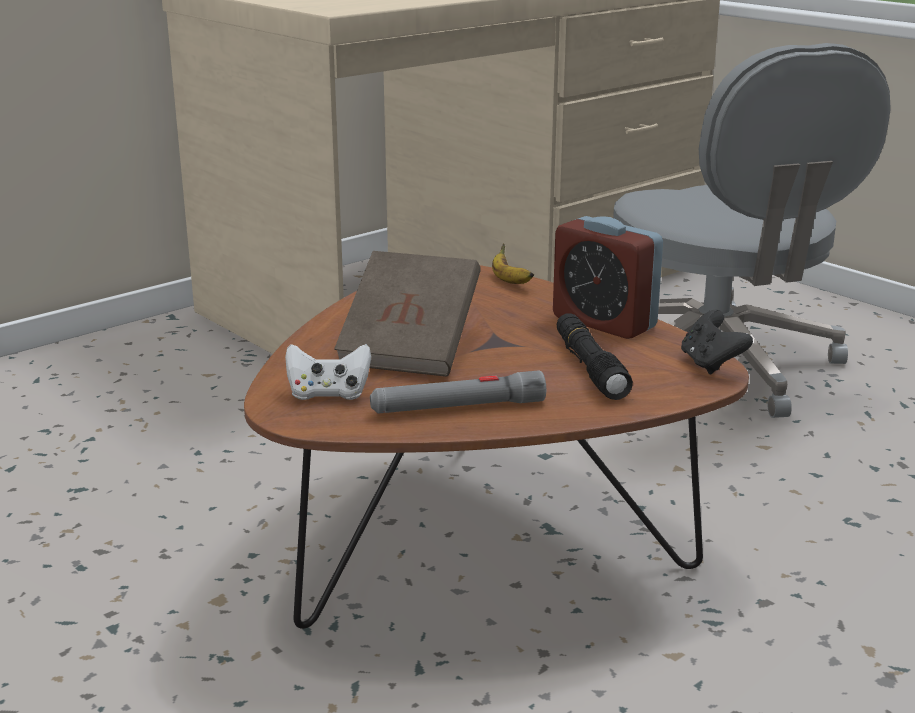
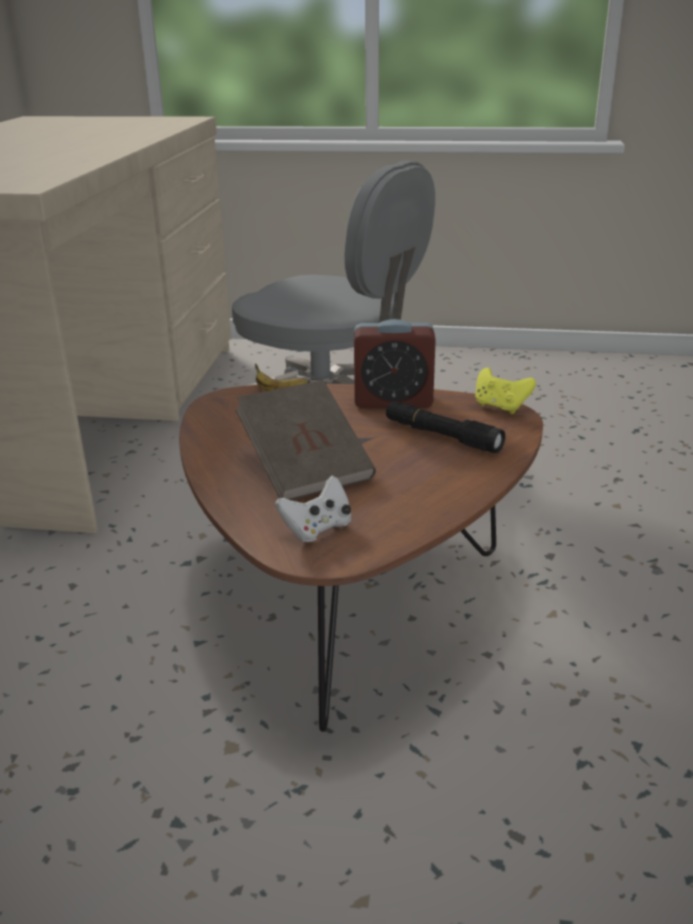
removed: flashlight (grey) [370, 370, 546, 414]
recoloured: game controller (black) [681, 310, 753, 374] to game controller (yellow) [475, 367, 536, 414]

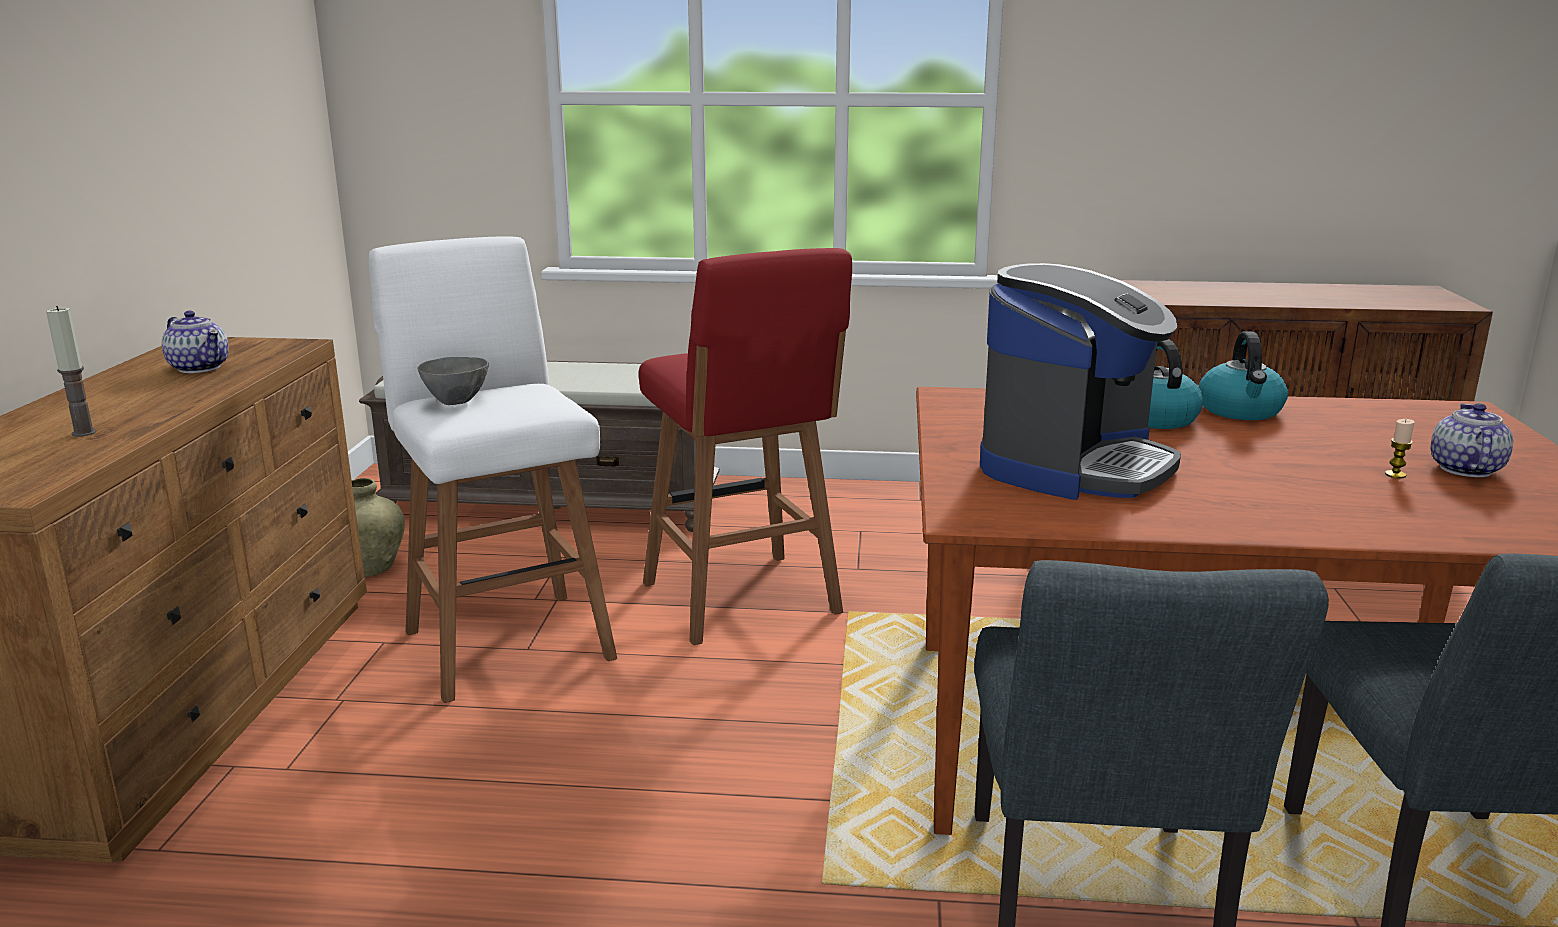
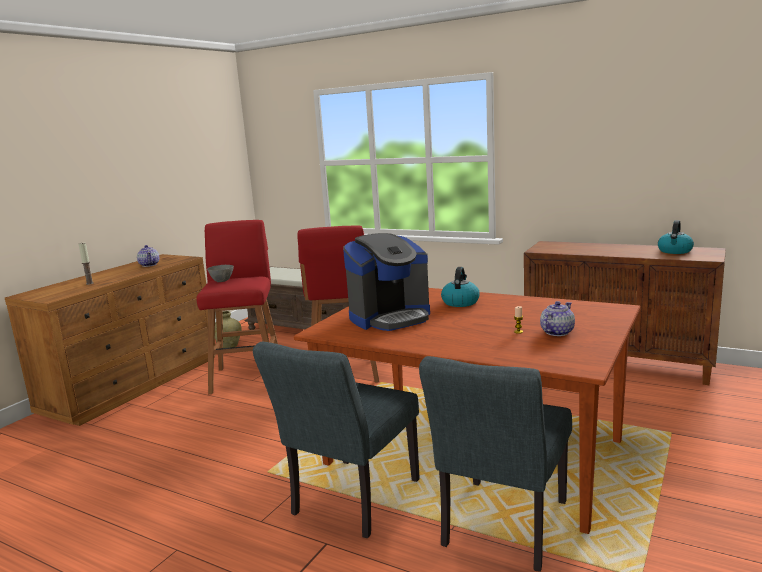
moved: kettle [1198, 331, 1288, 420] to [658, 220, 694, 254]
recoloured: stool (white) [369, 236, 617, 703] to stool (red) [196, 220, 278, 394]

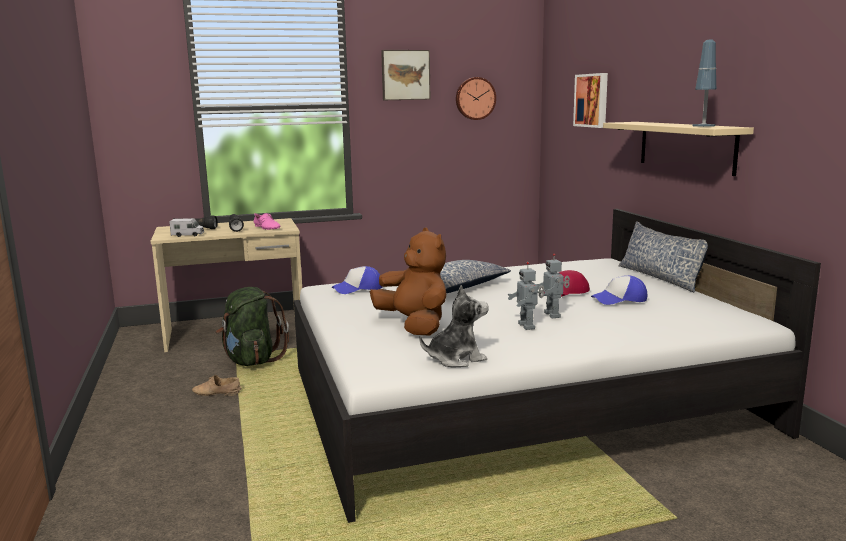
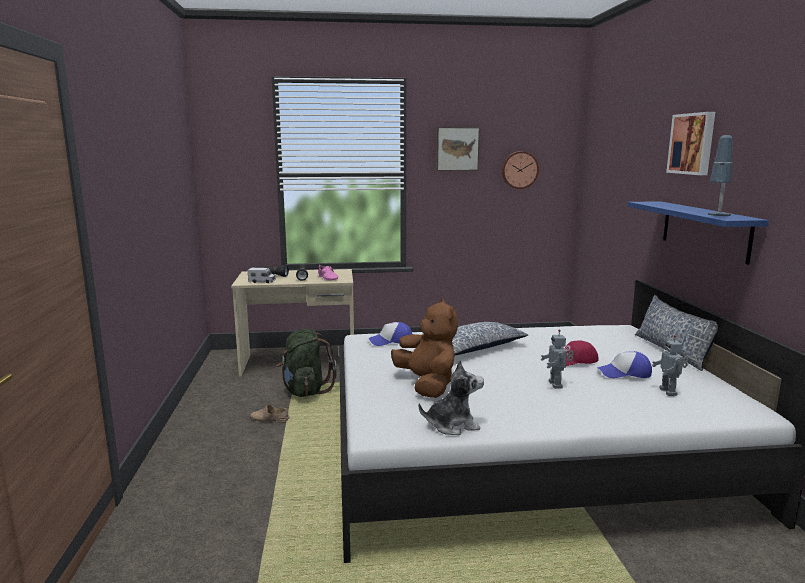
moved: picture [573, 73, 608, 128] to [666, 112, 715, 175]; toy robot [508, 262, 544, 330] to [652, 335, 688, 396]
recoloured: shelf (beige) [603, 122, 754, 176] to shelf (blue) [628, 201, 769, 265]

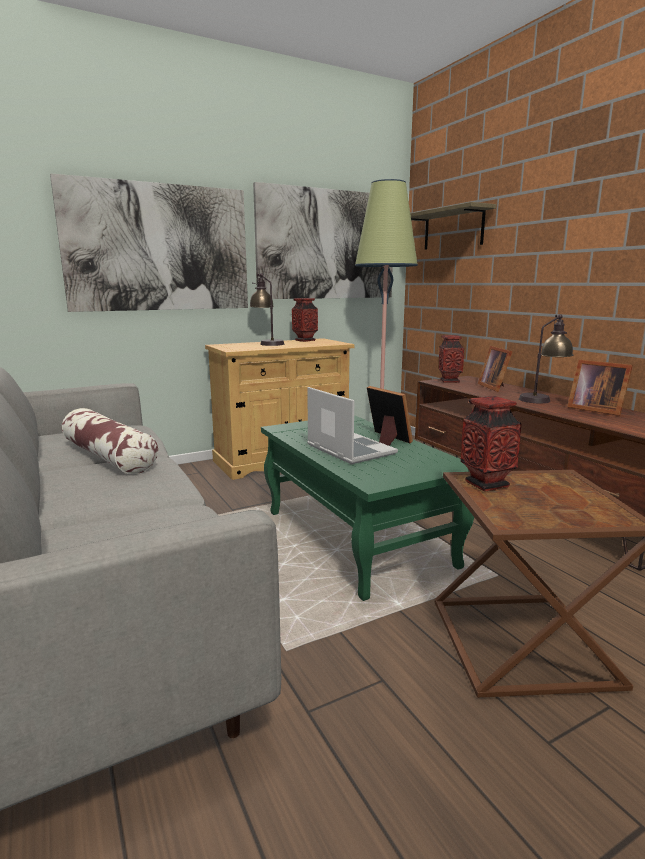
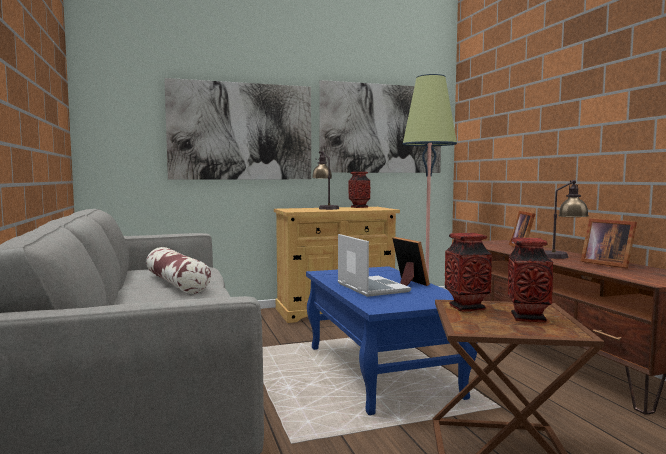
removed: shelf [410, 202, 496, 250]
moved: vase [439, 335, 464, 383] to [508, 237, 553, 322]
recoloured: coffee table (green) [261, 415, 474, 601] to coffee table (blue) [306, 266, 477, 415]

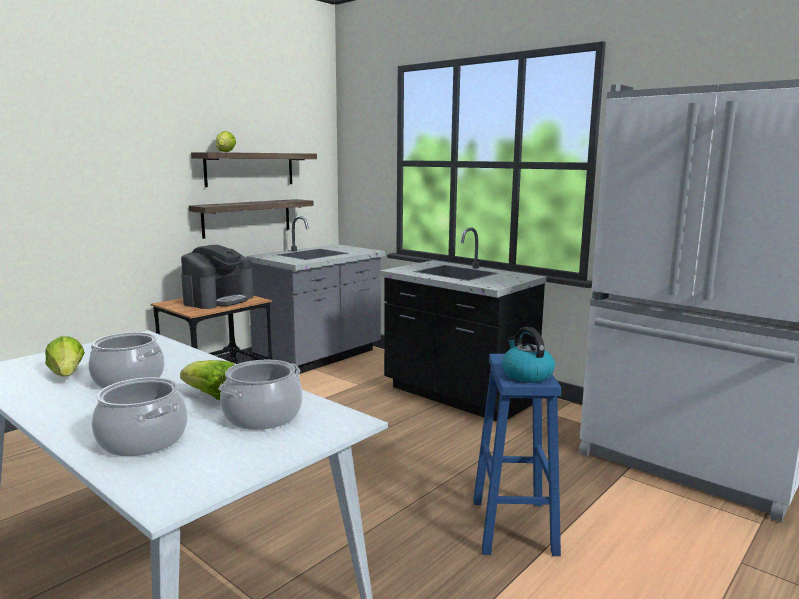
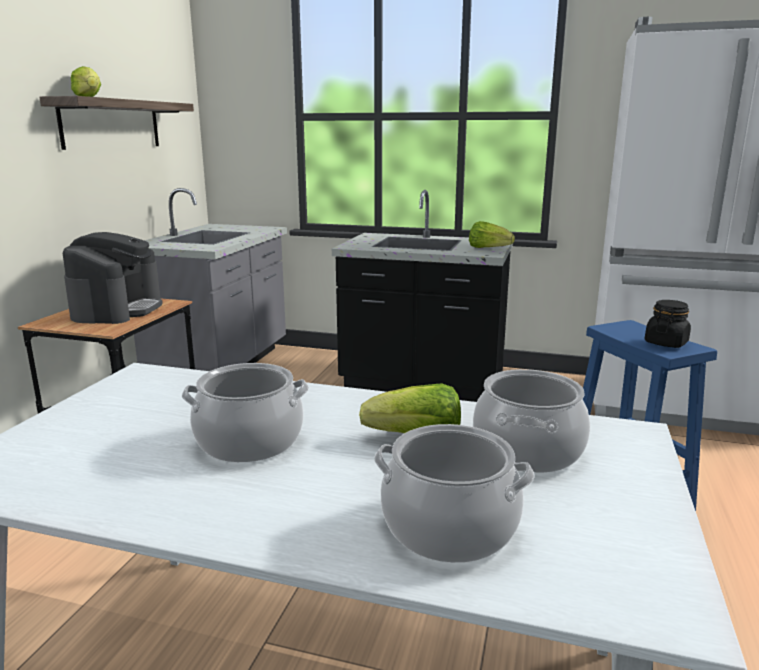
removed: shelf [189, 199, 314, 239]
moved: lettuce [45, 336, 85, 377] to [469, 221, 515, 248]
replaced: kettle [502, 327, 555, 383] to jar (black) [645, 300, 691, 348]

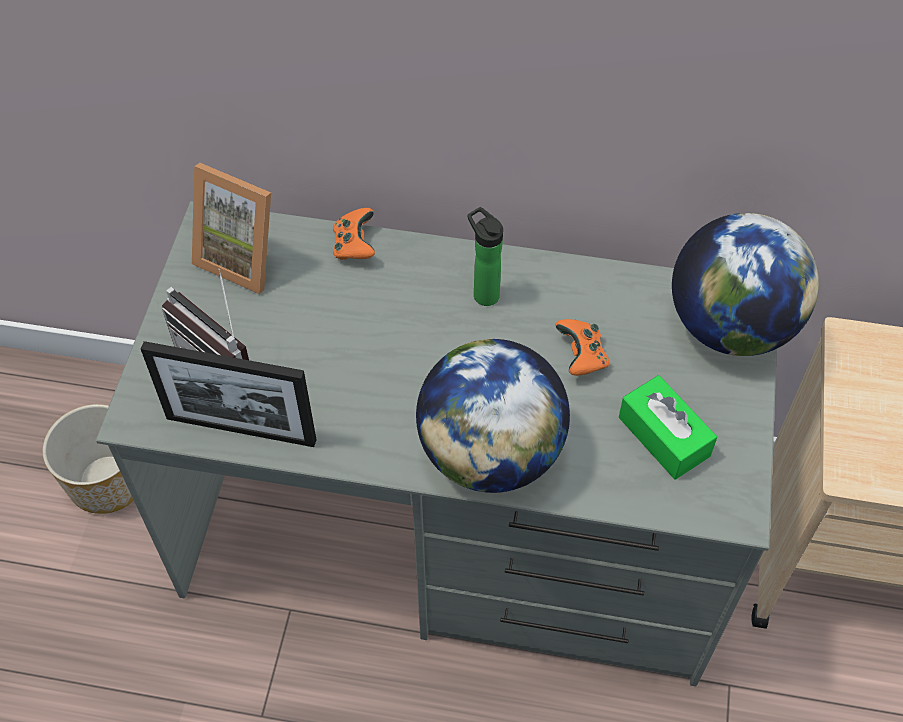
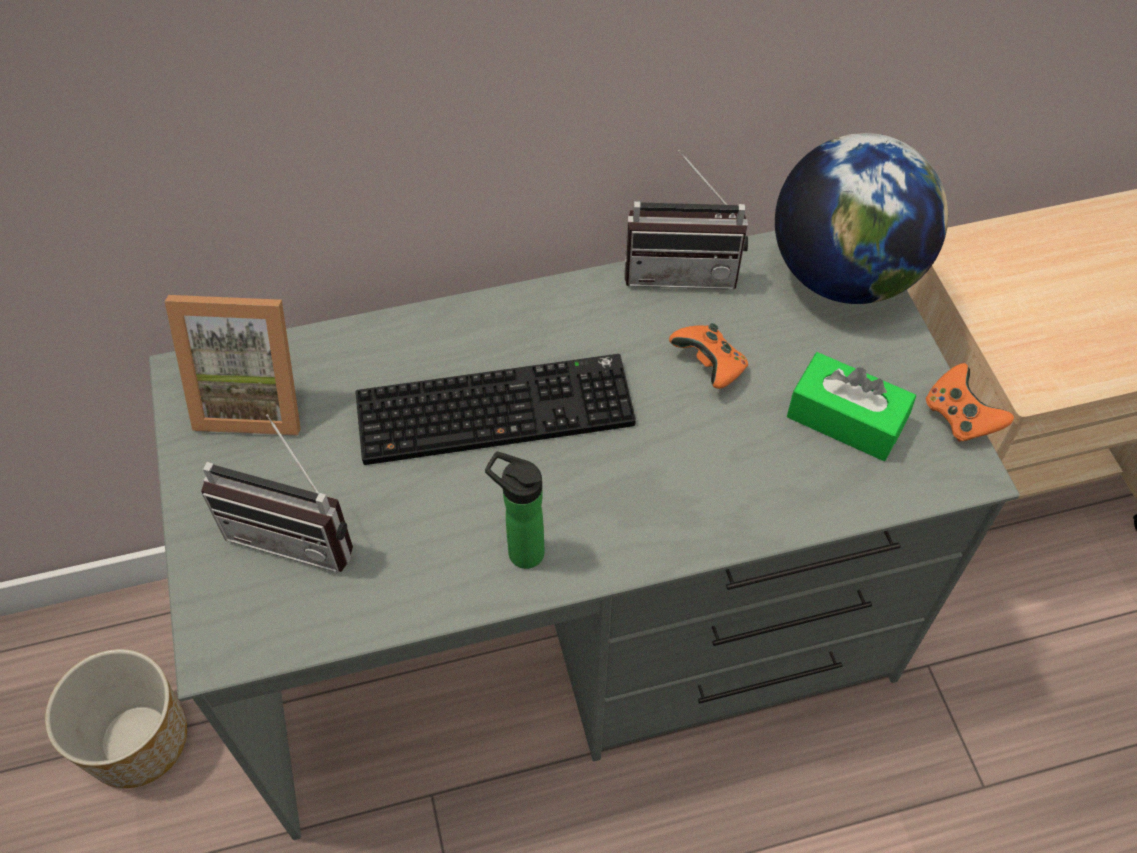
removed: globe [416, 339, 570, 493]; picture frame [141, 341, 316, 447]
added: radio [624, 150, 748, 289]; keyboard [355, 354, 636, 465]
moved: bottle [467, 207, 503, 306] to [485, 451, 545, 569]; game controller (orange) [333, 208, 375, 260] to [926, 363, 1014, 442]

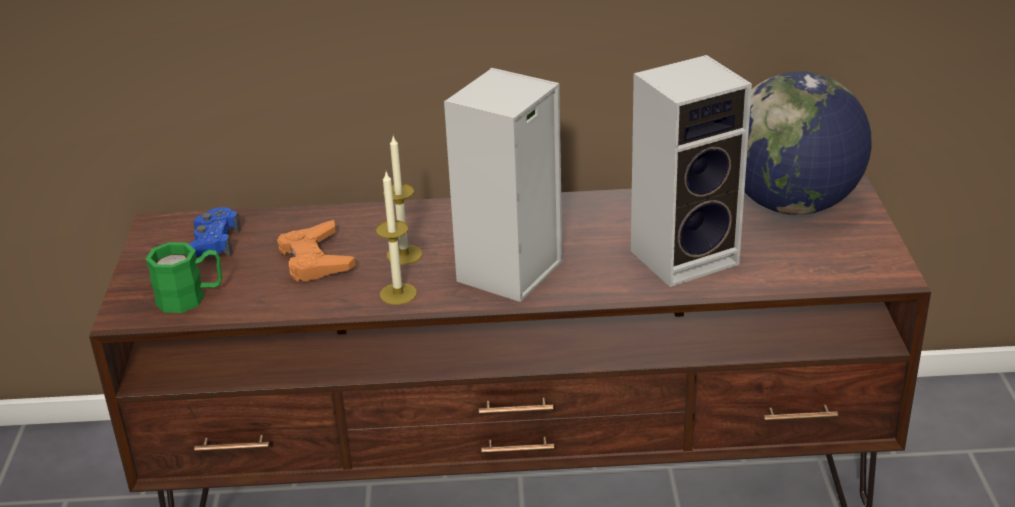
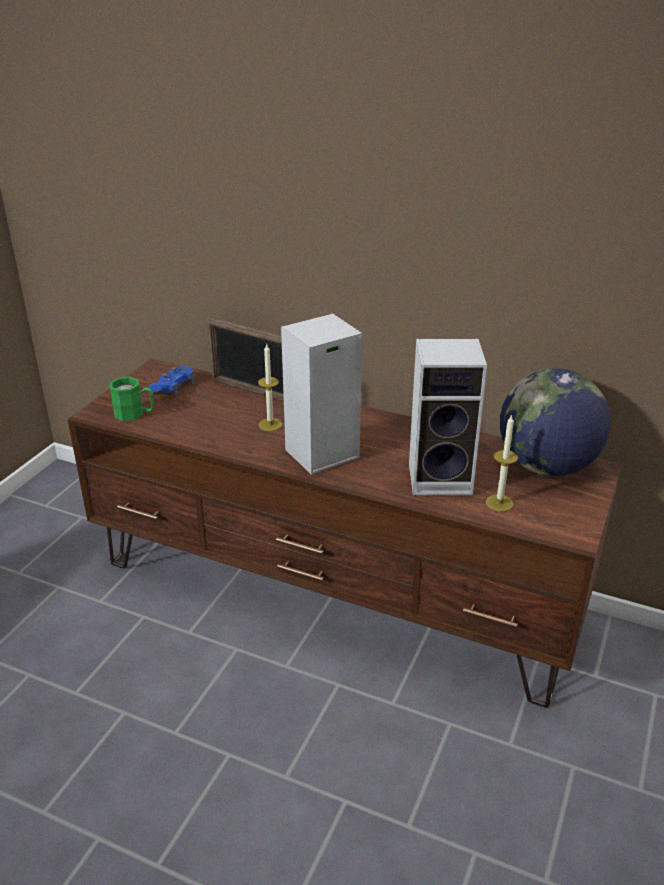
removed: game controller (orange) [277, 220, 356, 282]
added: picture frame [207, 317, 284, 402]
moved: candle [376, 172, 417, 305] to [486, 414, 518, 512]

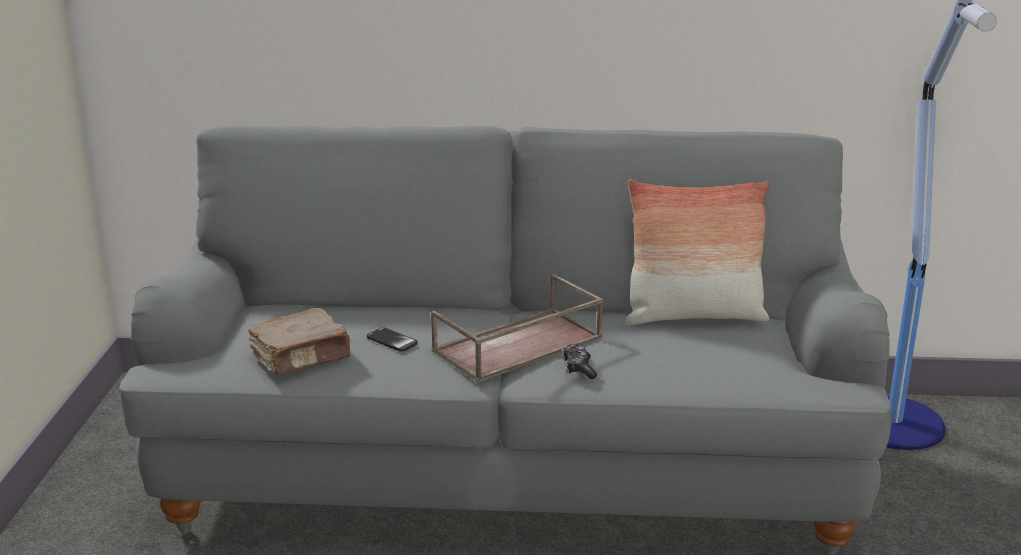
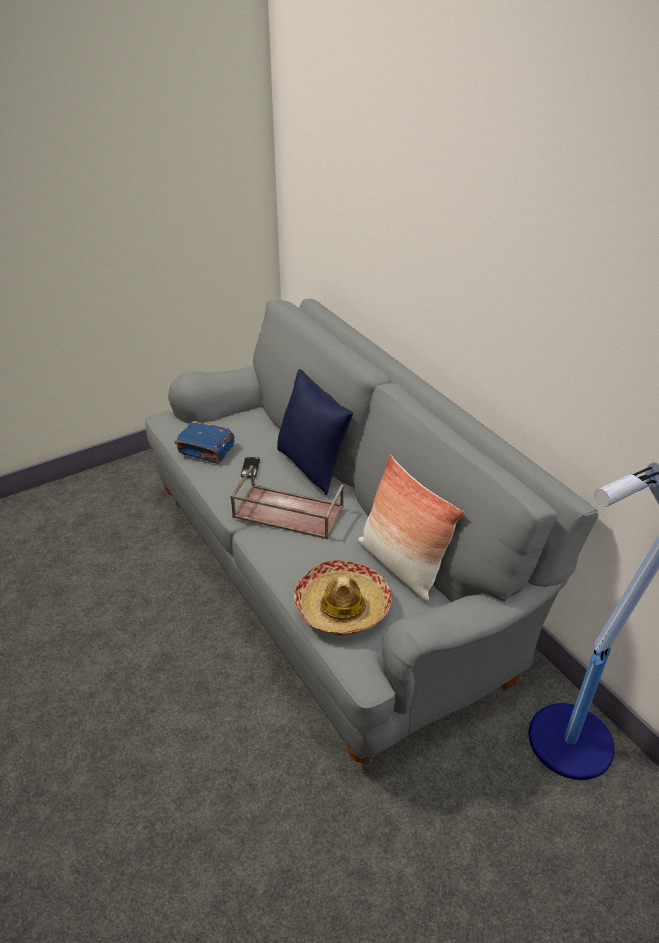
removed: game controller [562, 344, 597, 379]
added: pillow (blue) [277, 369, 354, 495]; hat [294, 560, 391, 635]
recoloured: book (brown) [248, 308, 351, 374] to book (blue) [175, 421, 234, 464]

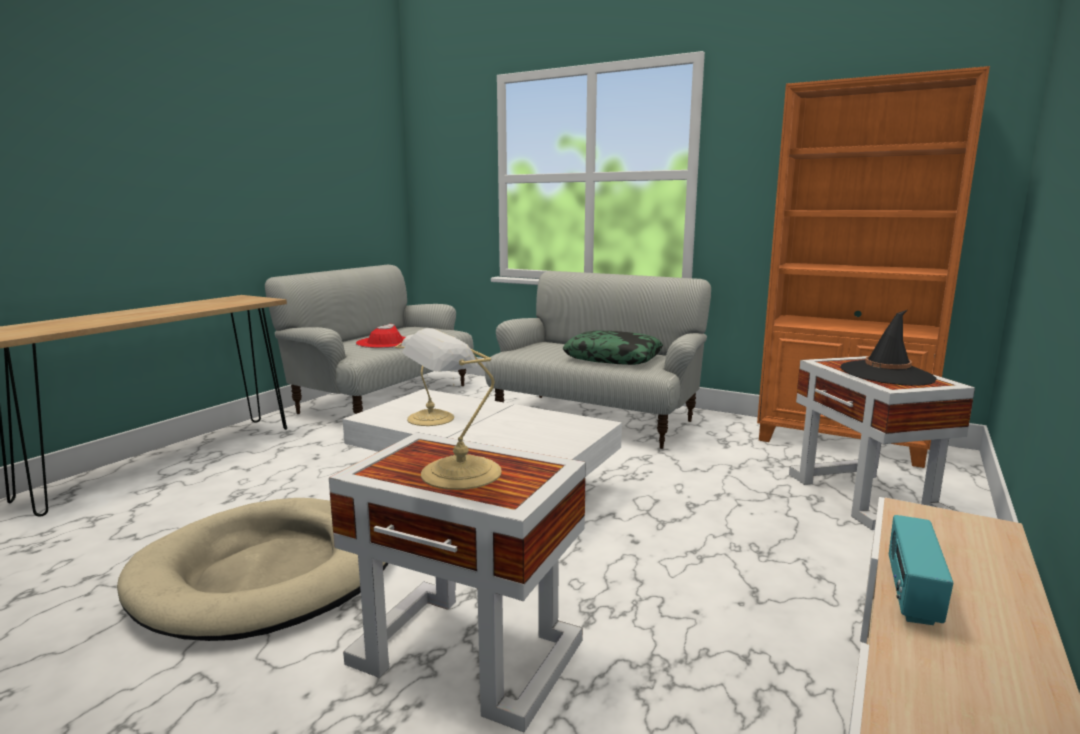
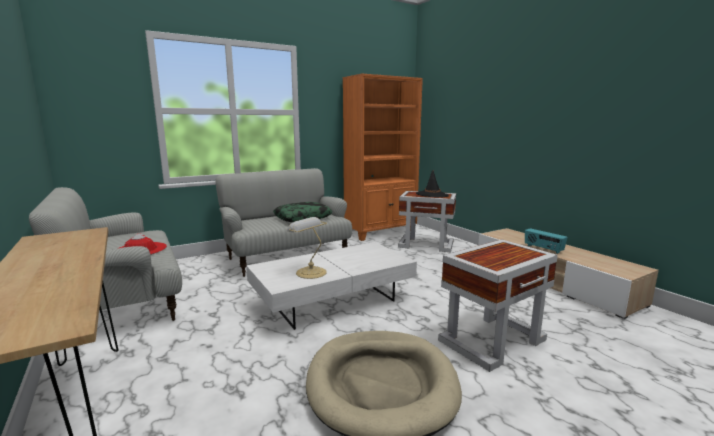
removed: table lamp [402, 328, 502, 490]

